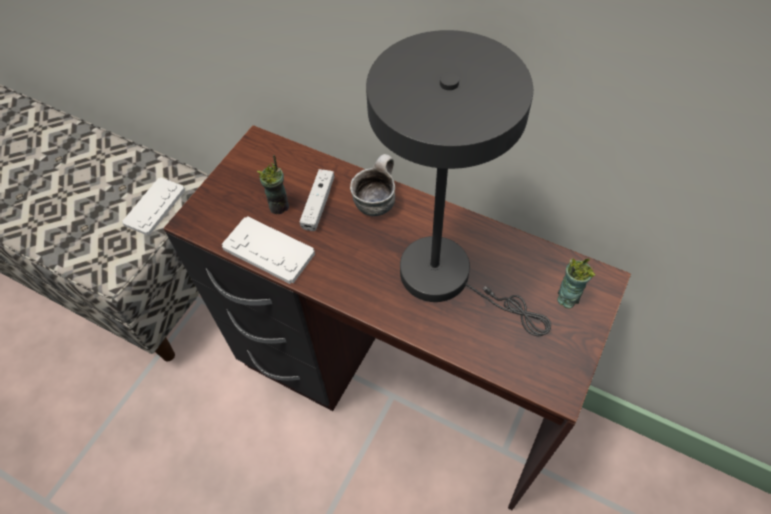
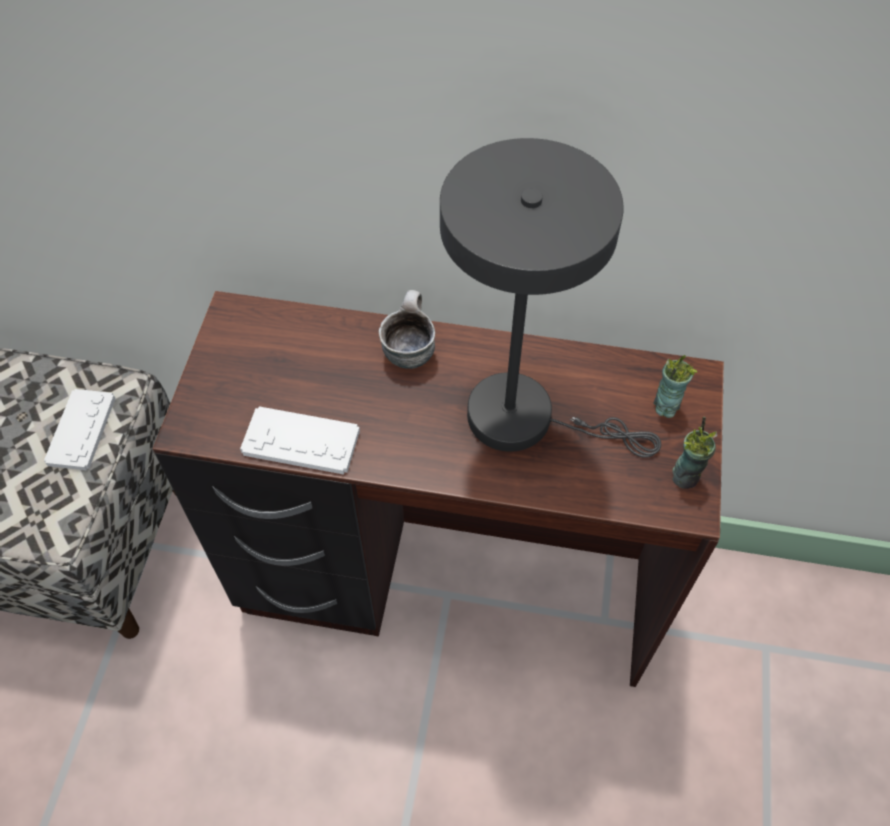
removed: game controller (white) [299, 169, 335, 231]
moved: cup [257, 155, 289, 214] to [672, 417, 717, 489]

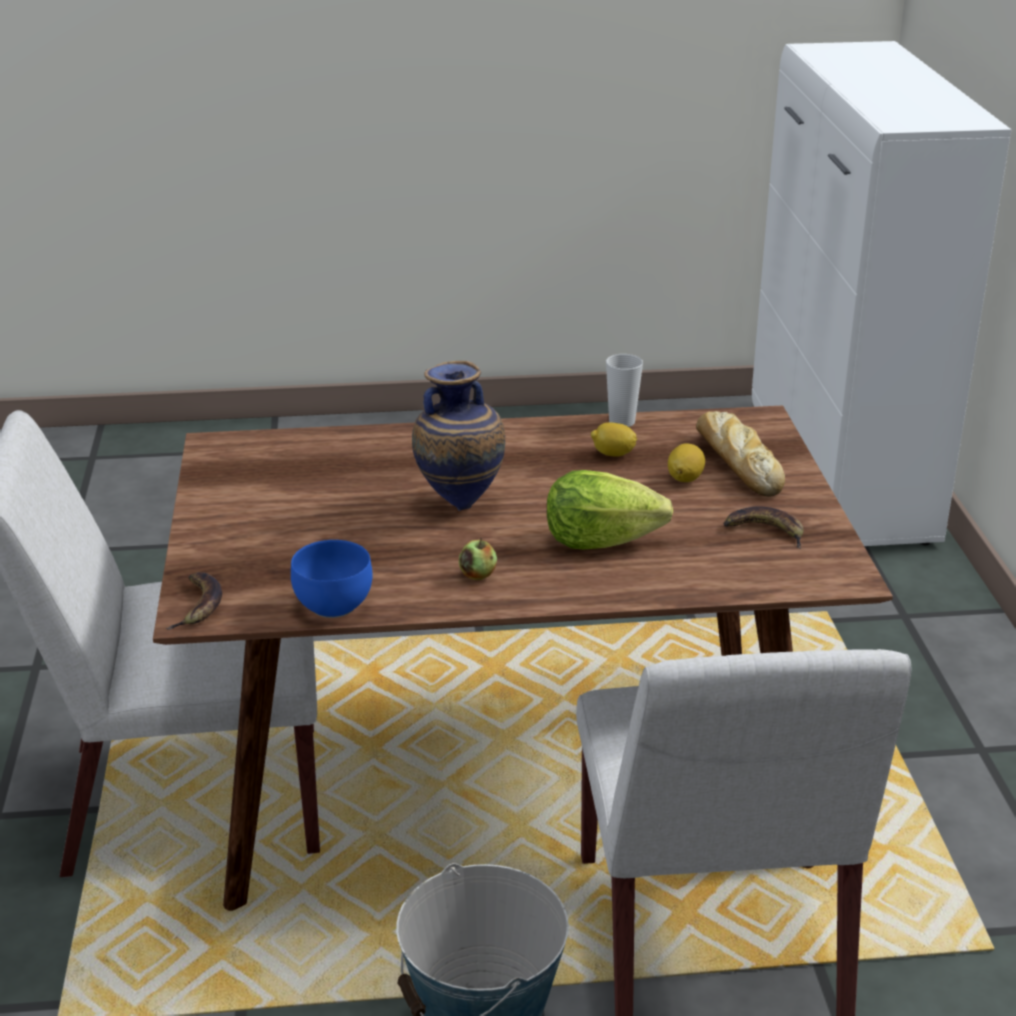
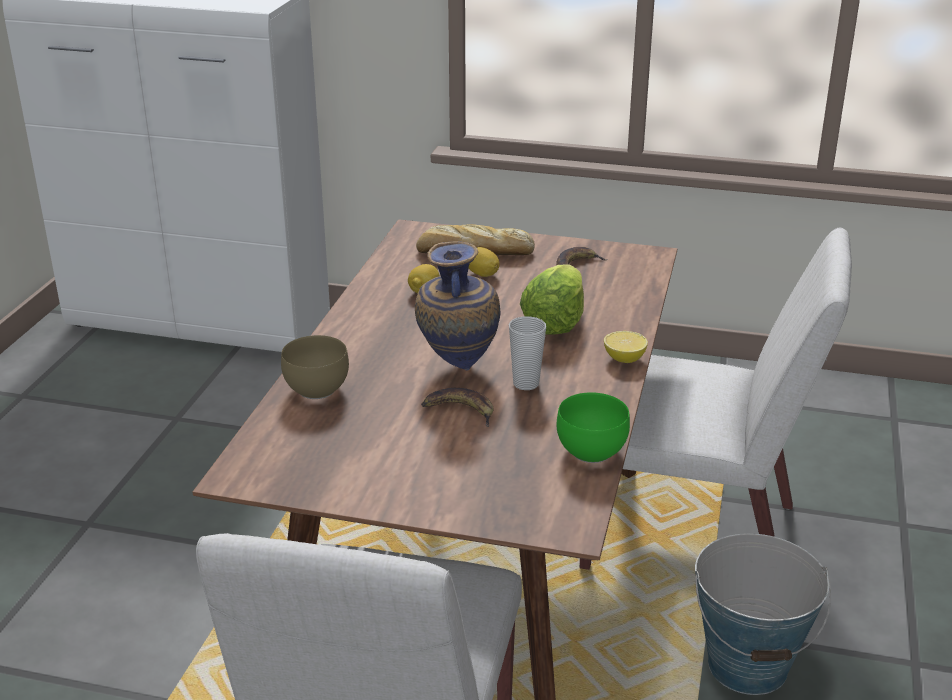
removed: apple [459, 538, 497, 580]
added: lemon [604, 331, 648, 363]; bowl (brown) [281, 335, 349, 399]
moved: cup [606, 354, 643, 427] to [509, 316, 546, 390]; banana [166, 572, 222, 630] to [421, 388, 494, 427]
recoloured: bowl (blue) [291, 540, 373, 618] to bowl (green) [557, 392, 630, 463]

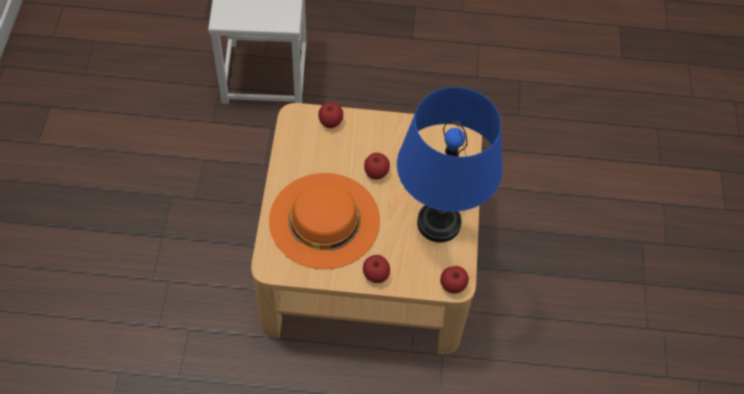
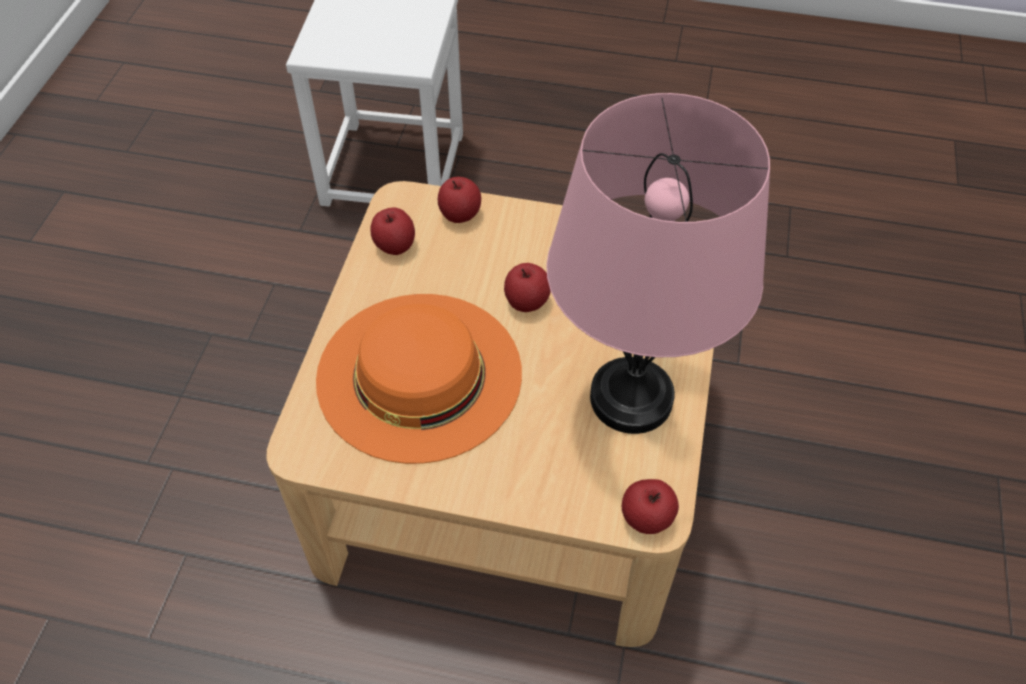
moved: apple [363, 255, 390, 283] to [370, 207, 415, 255]
recoloured: table lamp (blue) [397, 87, 503, 242] to table lamp (pink) [546, 93, 770, 434]

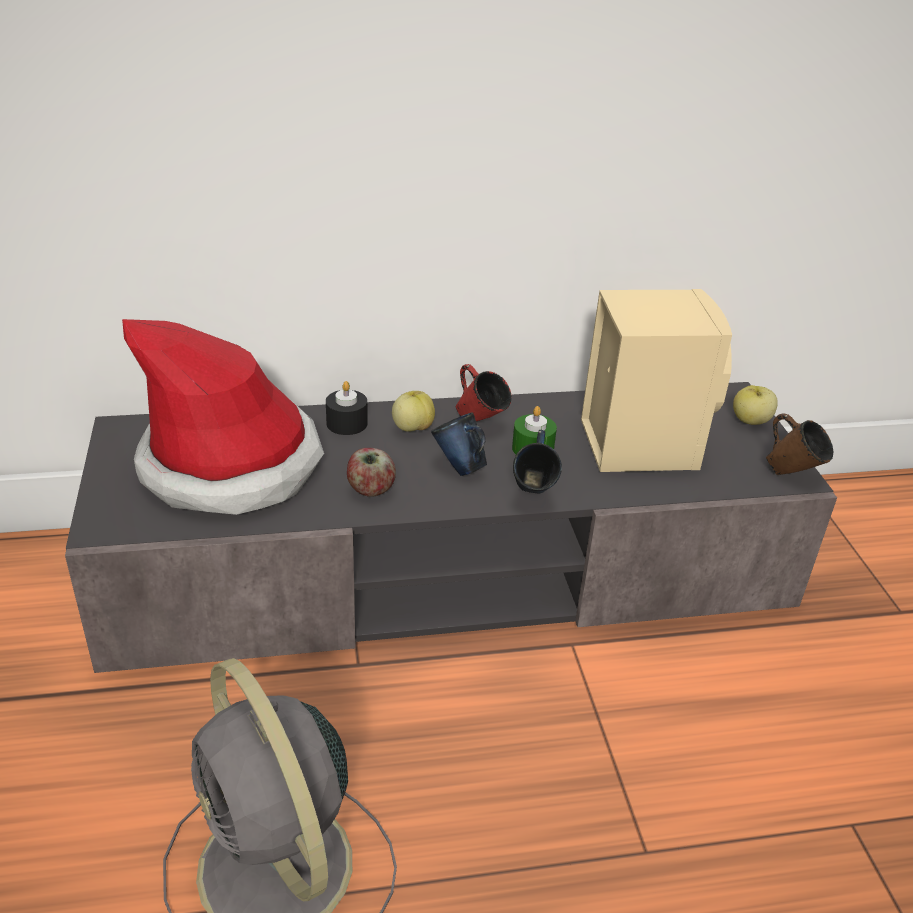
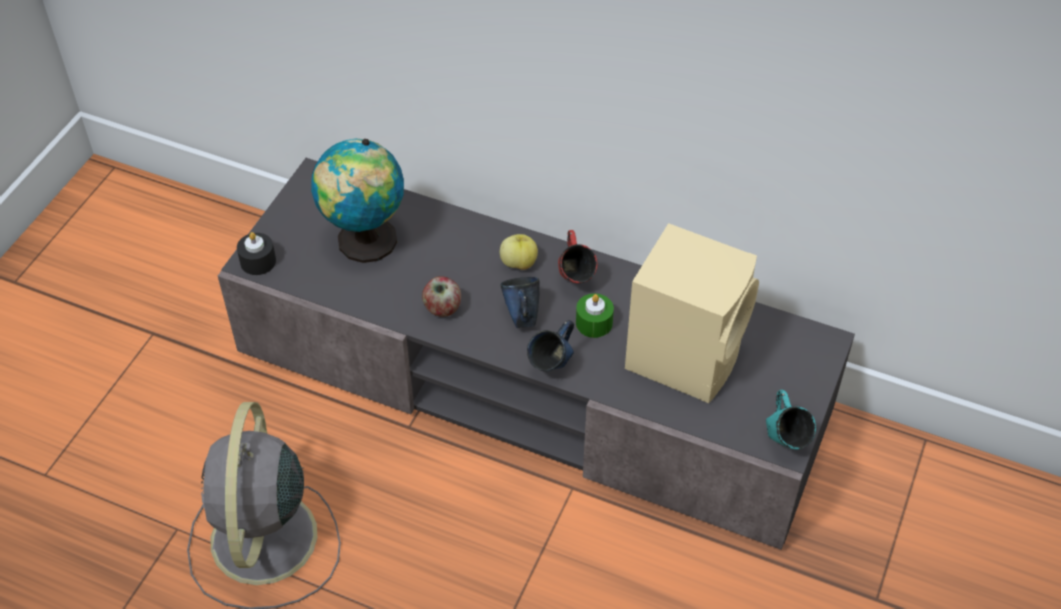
removed: apple [733, 385, 778, 425]
moved: candle (black) [326, 381, 368, 435] to [237, 232, 276, 275]
replaced: hat [122, 319, 324, 515] to globe [311, 138, 404, 263]
recoloured: mug (brown) [766, 414, 833, 475] to mug (turquoise) [766, 390, 816, 449]

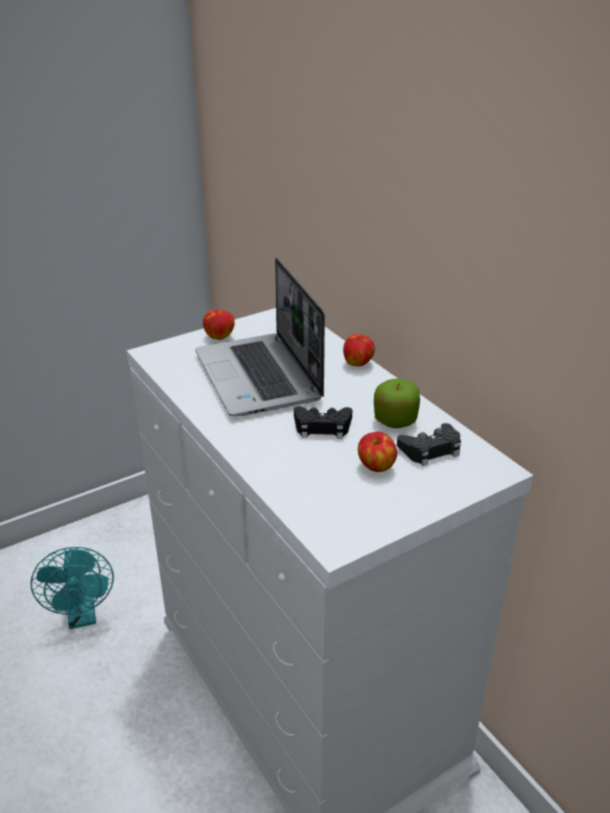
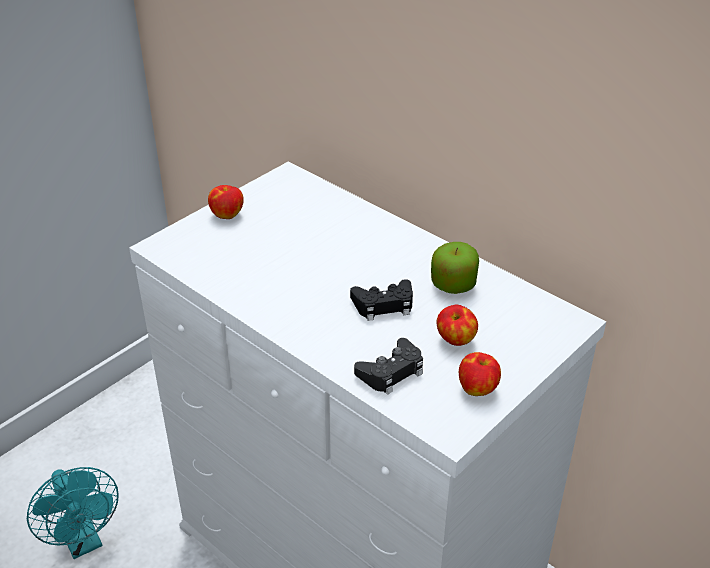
removed: laptop [195, 258, 325, 416]
moved: apple [343, 334, 375, 366] to [459, 352, 501, 396]; game controller (black) [397, 423, 461, 466] to [354, 338, 423, 395]

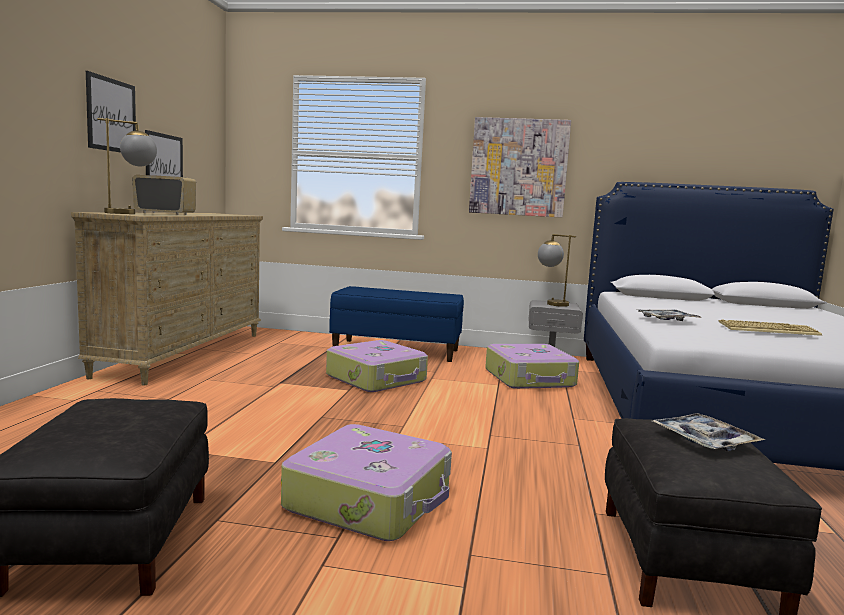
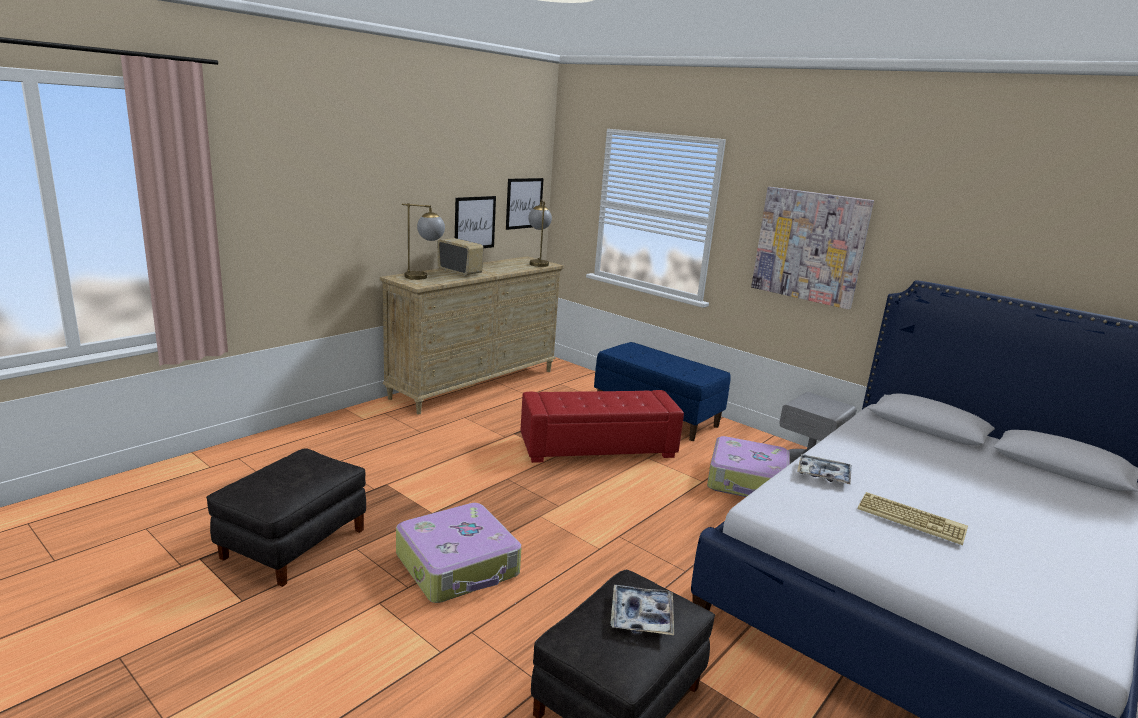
moved: picture [86, 71, 136, 153] to [506, 178, 544, 230]; table lamp [538, 234, 576, 307] to [528, 200, 552, 267]
replaced: suitcase [326, 340, 428, 392] to ottoman (red) [520, 390, 684, 463]

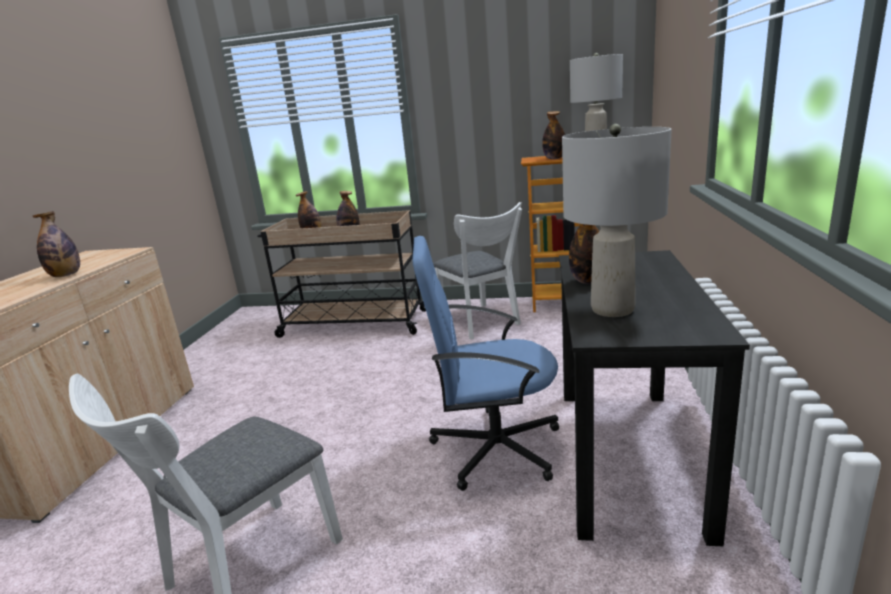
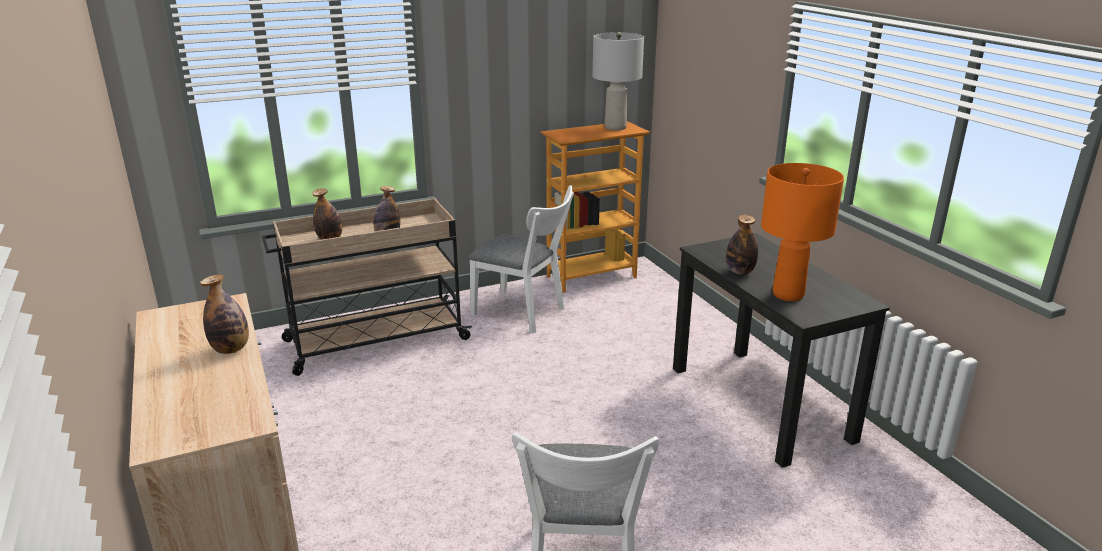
removed: bottle [542, 111, 565, 159]; office chair (blue) [412, 236, 559, 491]
recoloured: table lamp (grey) [562, 124, 672, 317] to table lamp (orange) [761, 163, 844, 301]

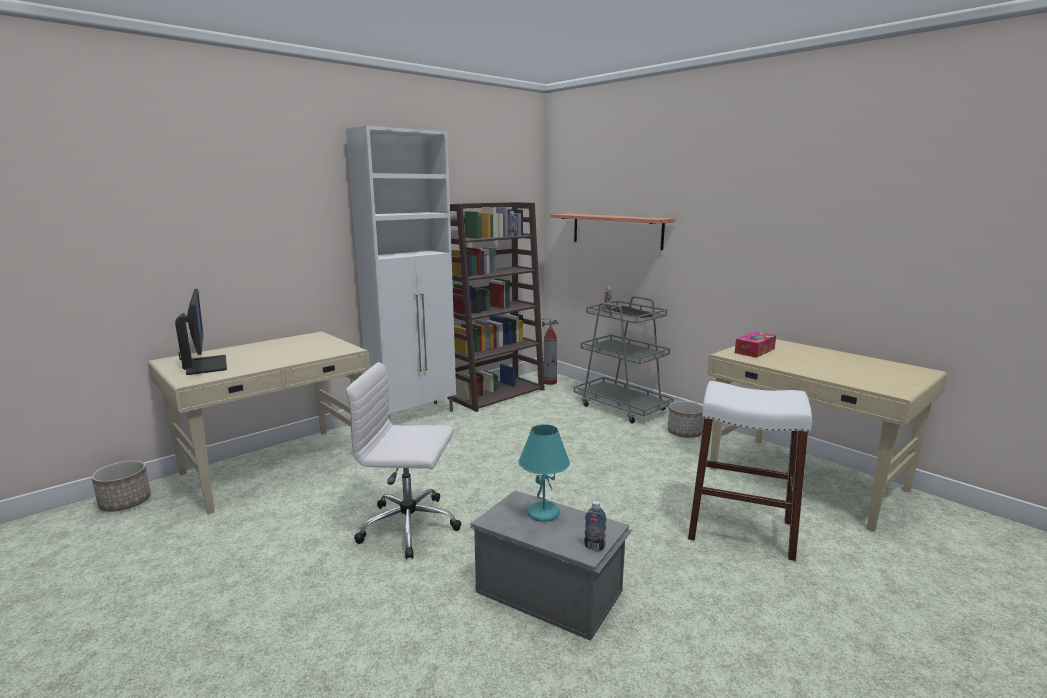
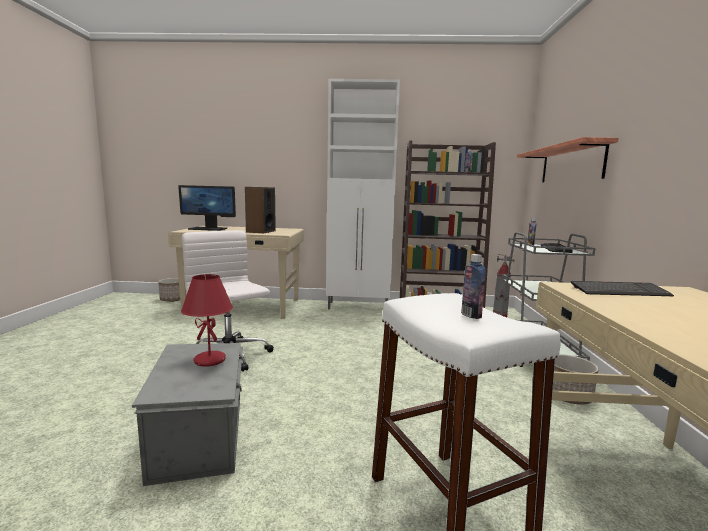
added: speaker [245, 187, 276, 233]
moved: bottle [584, 500, 607, 551] to [461, 254, 486, 319]
replaced: tissue box [735, 332, 776, 358] to keyboard [571, 281, 674, 296]
recoloured: table lamp (turquoise) [518, 424, 570, 522] to table lamp (red) [181, 274, 233, 367]
turned: monitor [175, 289, 227, 375] = [178, 185, 236, 231] 75 degrees clockwise

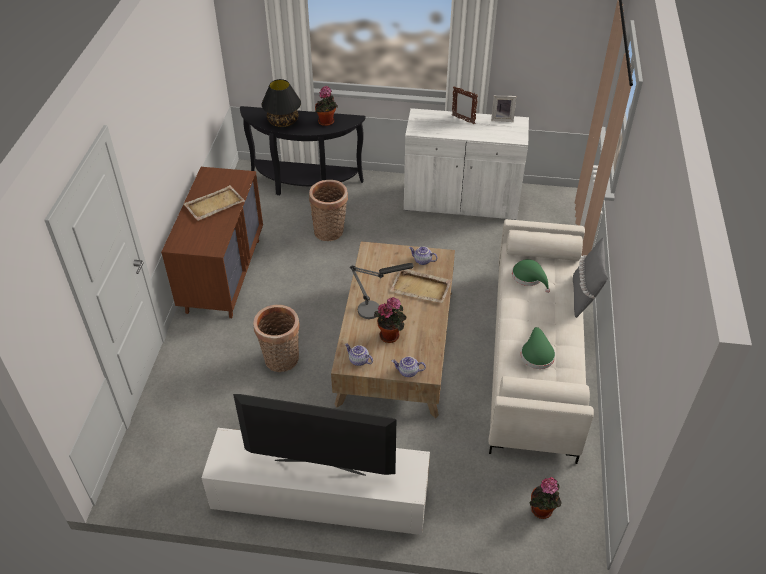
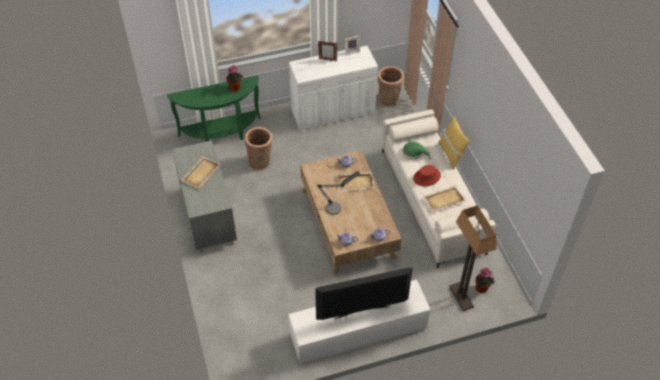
removed: table lamp (black) [261, 79, 301, 127]; potted plant [374, 297, 407, 343]
added: hat (red) [413, 165, 441, 186]; floor lamp [449, 205, 497, 311]
moved: basket [253, 305, 300, 372] to [378, 66, 404, 106]
replaced: hat (green) [521, 327, 555, 369] to tray (beige) [423, 185, 466, 212]
recoloured: console table (black) [240, 106, 366, 196] to console table (green) [167, 75, 261, 142]; dresser (brown) [161, 167, 263, 318] to dresser (grey) [172, 140, 237, 253]; pillow (grey) [573, 237, 608, 318] to pillow (yellow) [438, 116, 470, 169]

